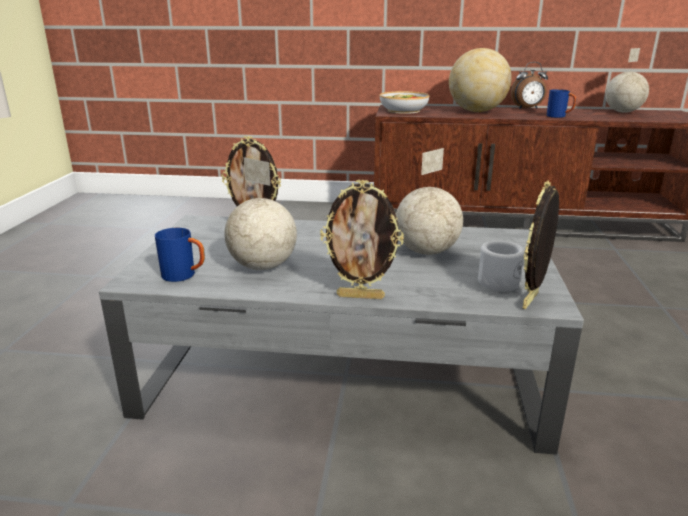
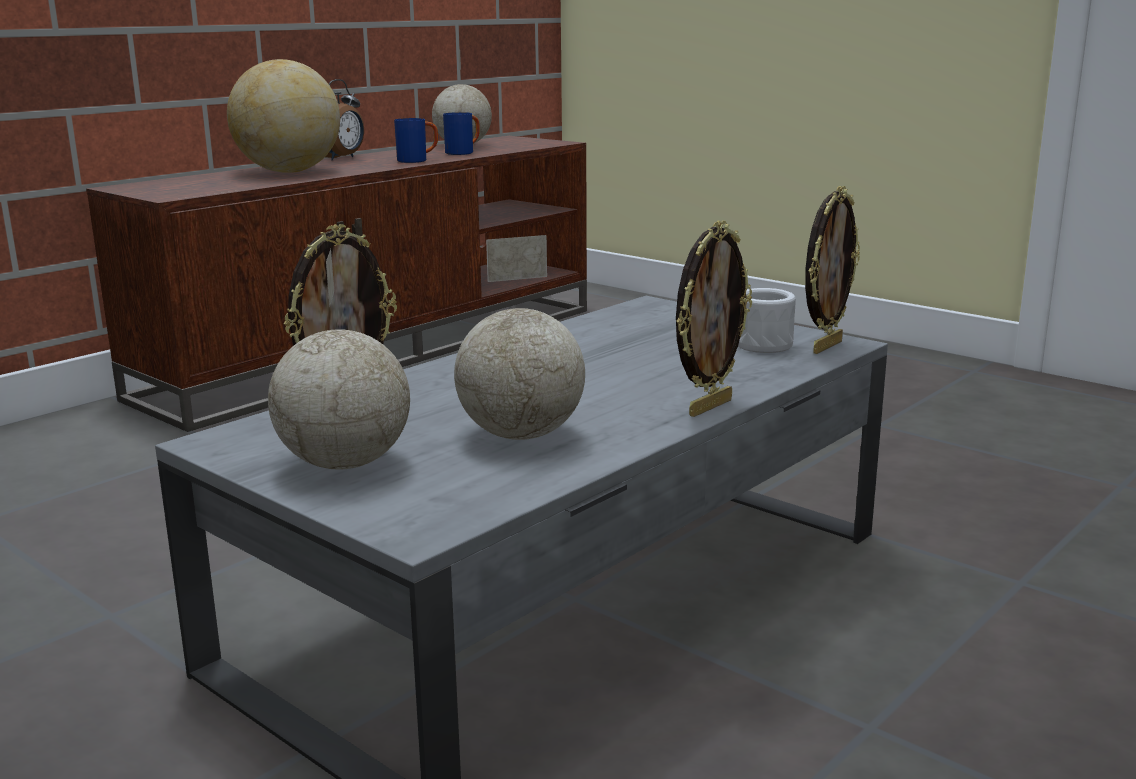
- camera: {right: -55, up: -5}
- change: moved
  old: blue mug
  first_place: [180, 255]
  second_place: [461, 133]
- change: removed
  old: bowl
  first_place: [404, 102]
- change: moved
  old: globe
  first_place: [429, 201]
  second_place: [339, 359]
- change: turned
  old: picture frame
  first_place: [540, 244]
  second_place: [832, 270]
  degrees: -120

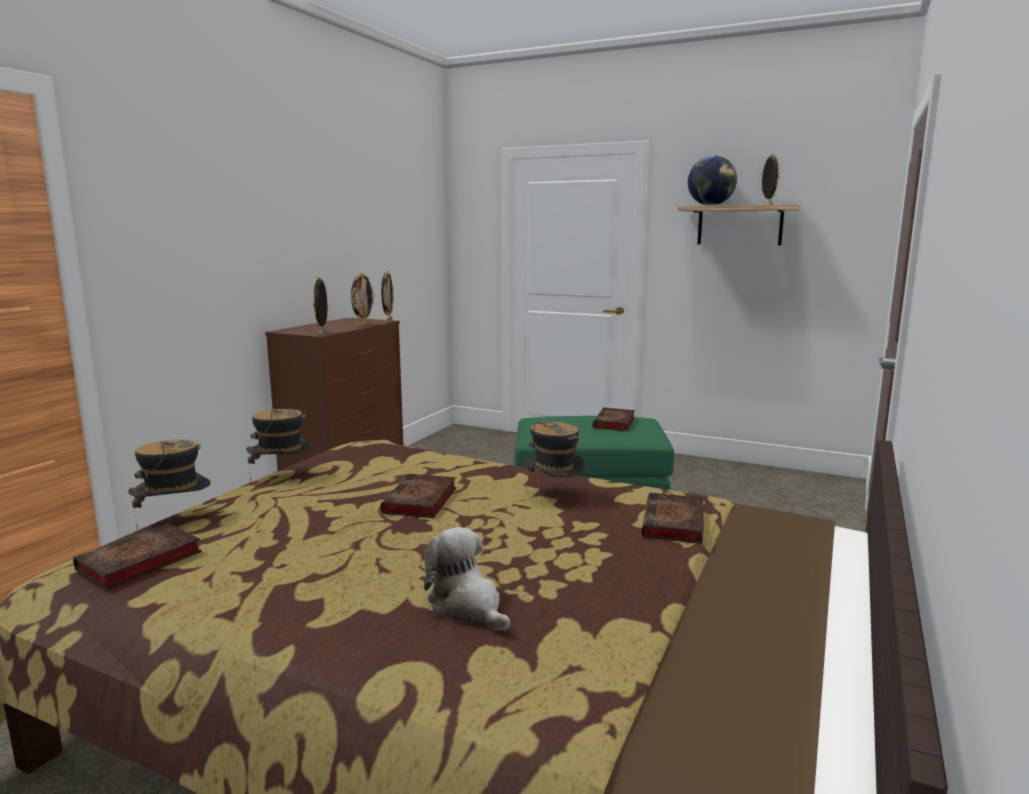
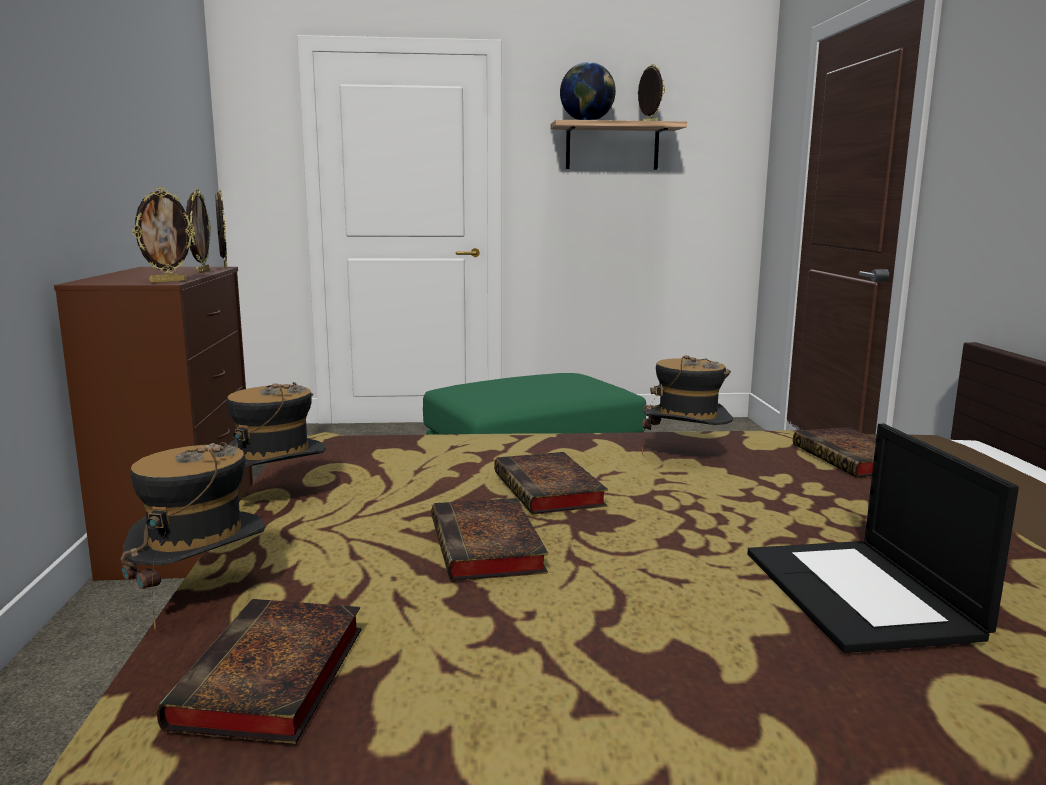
- camera: {right: -30, up: 0}
- change: turned
  old: picture frame
  first_place: [320, 305]
  second_place: [163, 235]
  degrees: -105
- change: replaced
  old: plush toy
  new: laptop
  first_place: [467, 579]
  second_place: [883, 538]
- change: moved
  old: book
  first_place: [614, 419]
  second_place: [490, 539]

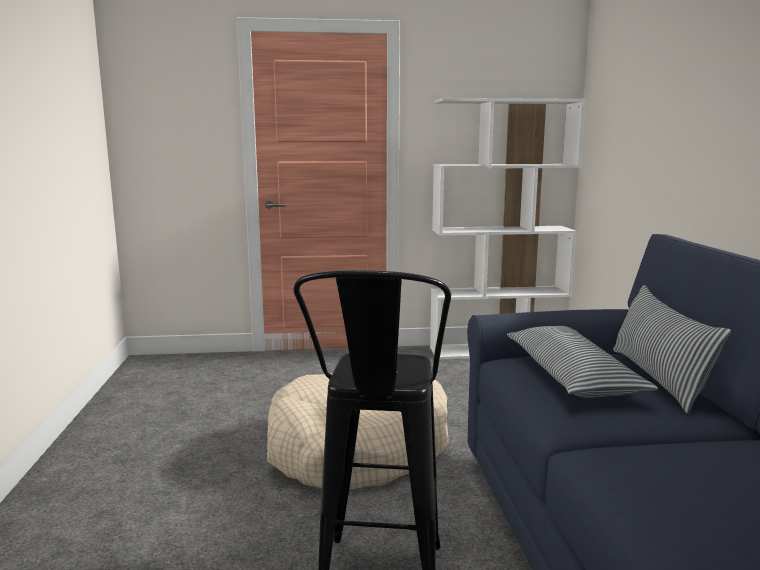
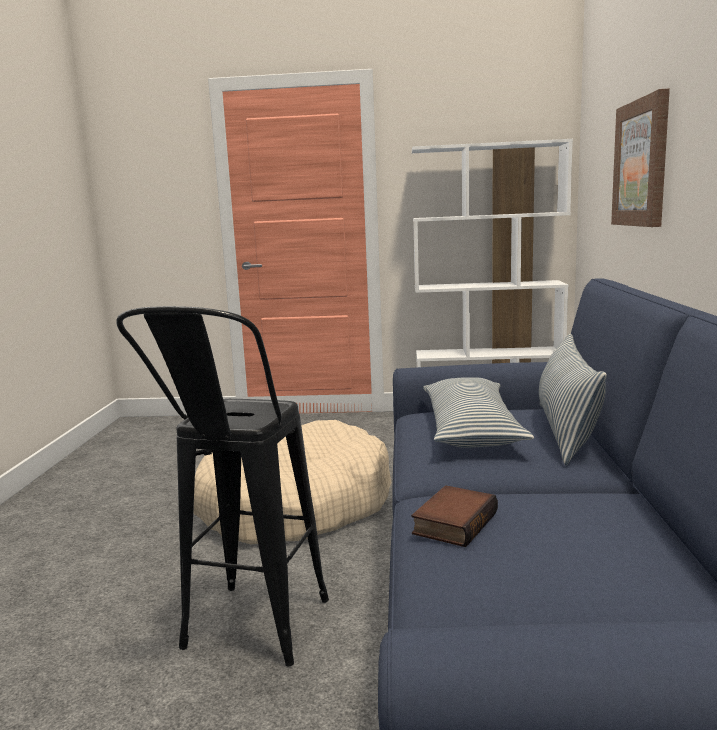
- camera: {right: 10, up: 0}
- change: added
  new: book
  second_place: [454, 516]
- change: added
  new: picture
  second_place: [640, 158]

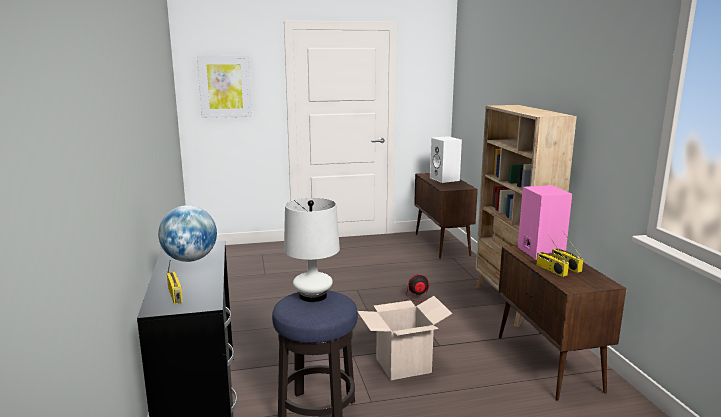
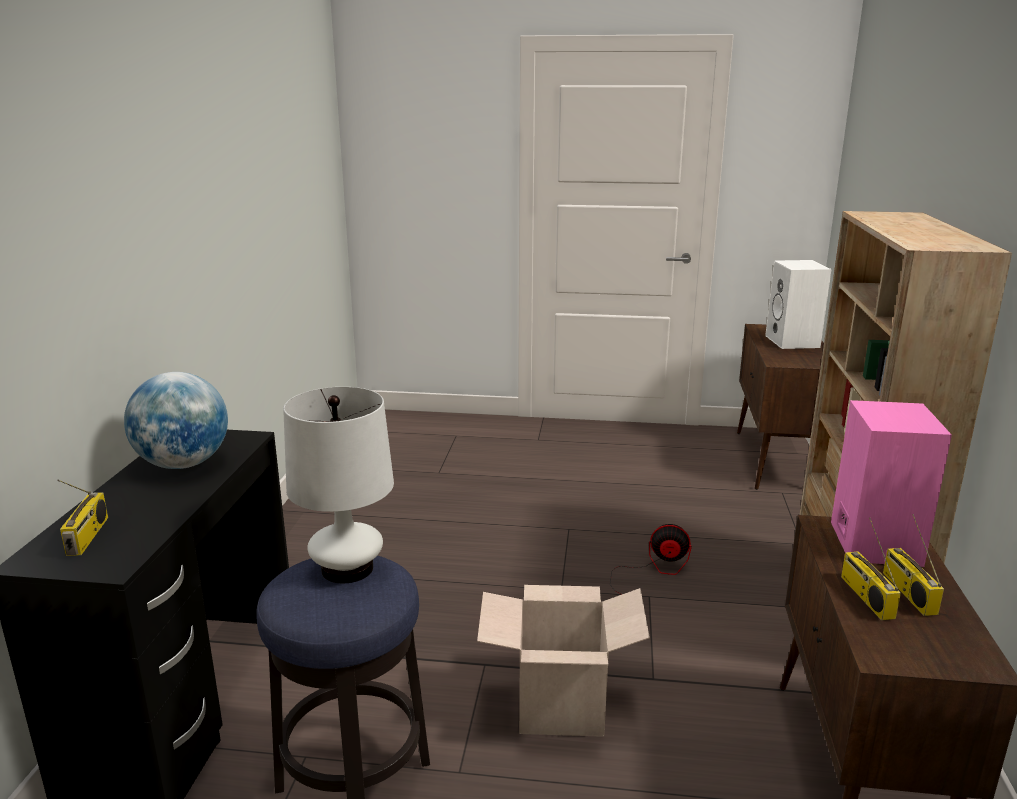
- camera: {right: 20, up: 5}
- change: removed
  old: picture
  first_place: [224, 86]

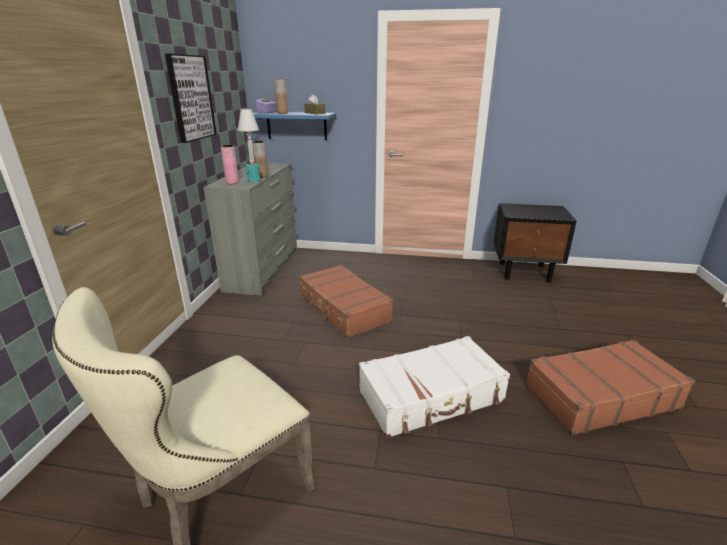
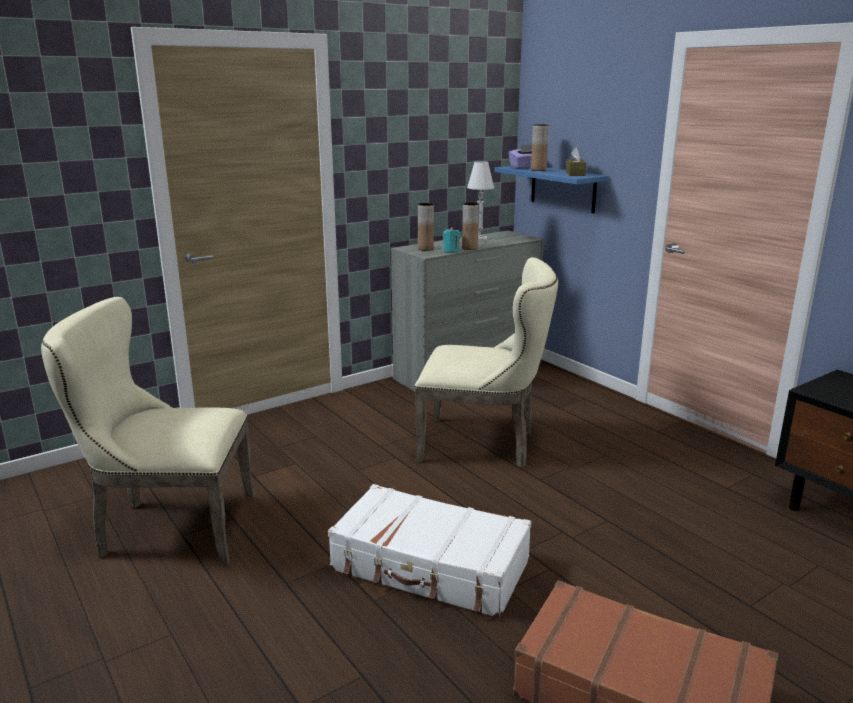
- camera: {right: 45, up: -5}
- change: removed
  old: picture
  first_place: [191, 98]
- change: recoloured
  old: pink vase
  new: brown vase
  first_place: [230, 164]
  second_place: [426, 227]
- change: replaced
  old: brown suitcase
  new: beige chair
  first_place: [346, 301]
  second_place: [486, 362]

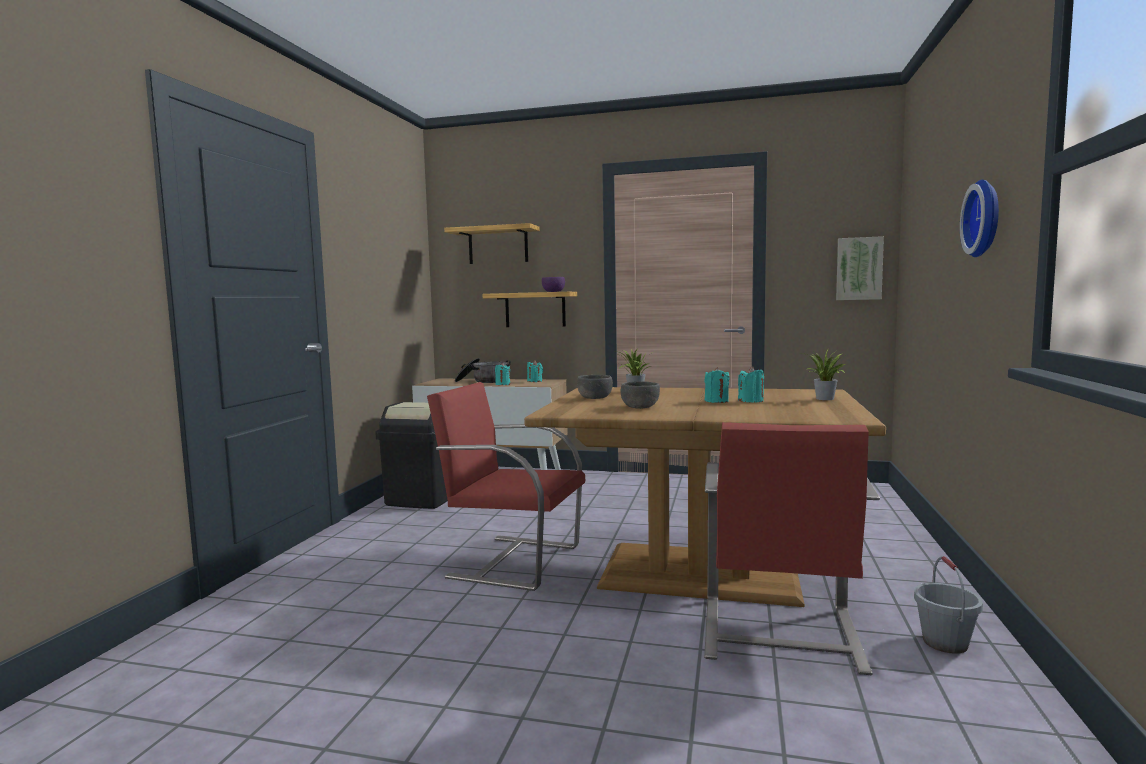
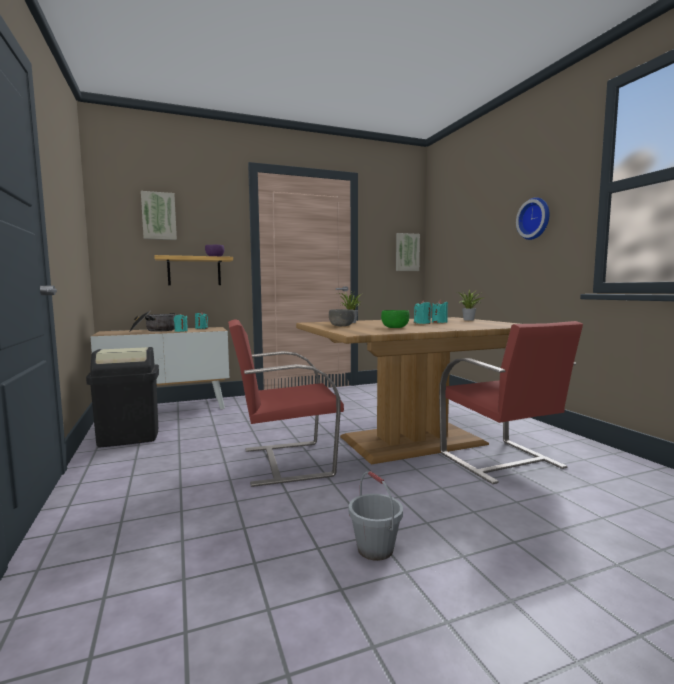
- camera: {right: -35, up: 0}
- change: replaced
  old: shelf
  new: picture
  first_place: [492, 243]
  second_place: [159, 215]
- change: recoloured
  old: grey bowl
  new: green bowl
  first_place: [640, 395]
  second_place: [395, 319]
- change: moved
  old: grey bucket
  first_place: [948, 605]
  second_place: [376, 516]

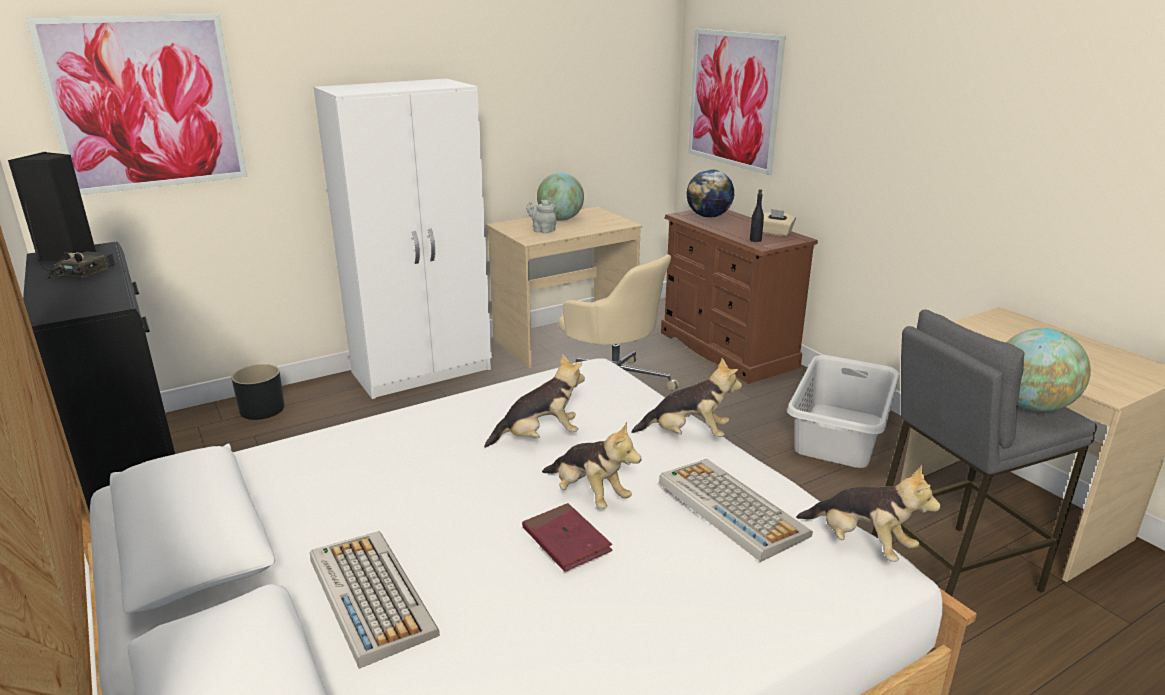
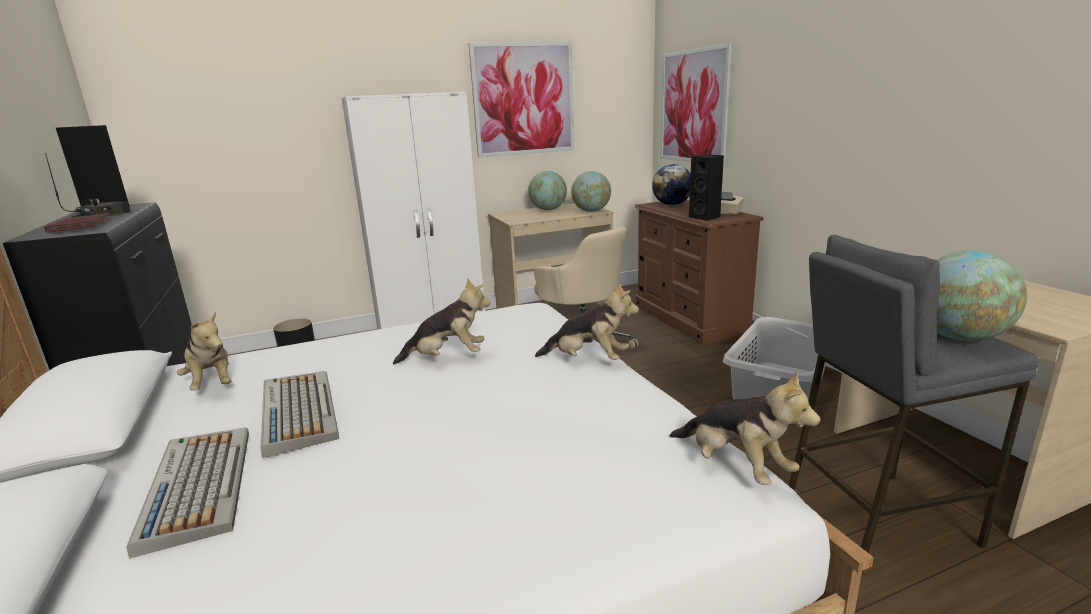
- camera: {right: 10, up: -5}
- change: moved
  old: picture
  first_place: [136, 104]
  second_place: [522, 100]
- change: moved
  old: red book
  first_place: [567, 537]
  second_place: [78, 223]
- change: removed
  old: grey teapot
  first_place: [541, 217]
- change: moved
  old: plush toy
  first_place: [592, 465]
  second_place: [204, 351]
- change: moved
  old: keyboard
  first_place: [736, 510]
  second_place: [300, 414]
- change: replaced
  old: black bottle
  new: black speaker
  first_place: [757, 215]
  second_place: [706, 188]
- change: added
  new: globe
  second_place: [591, 191]

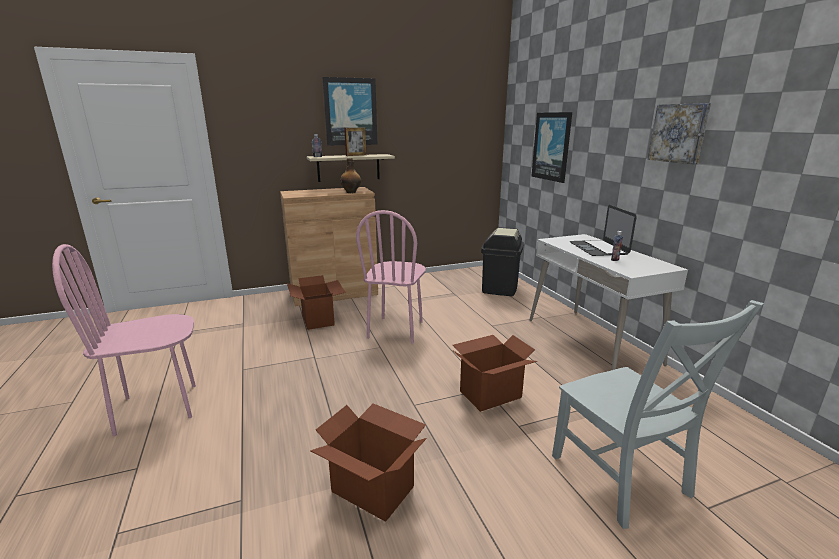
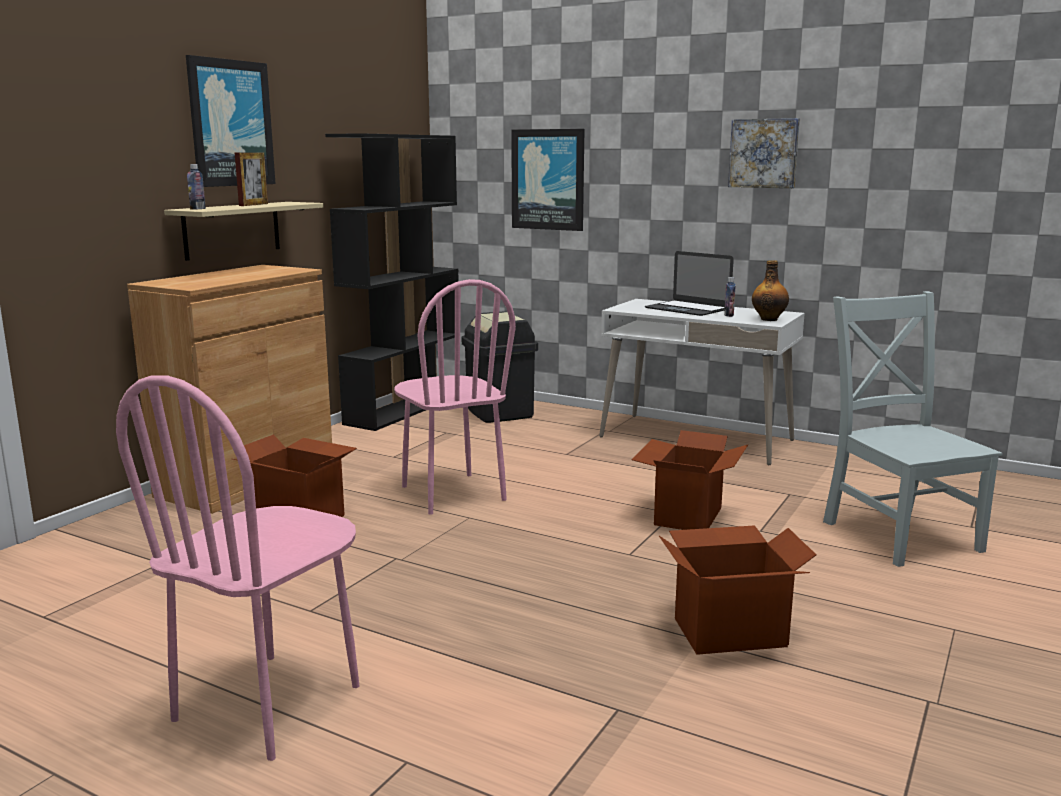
- camera: {right: -40, up: -5}
- change: moved
  old: bottle
  first_place: [350, 175]
  second_place: [770, 290]
- change: turned
  old: grey chair
  first_place: [658, 414]
  second_place: [913, 429]
  degrees: -135
- change: added
  new: black bookcase
  second_place: [391, 282]

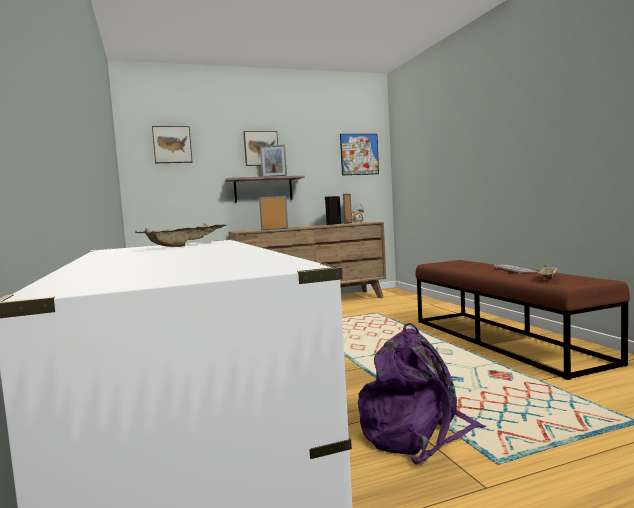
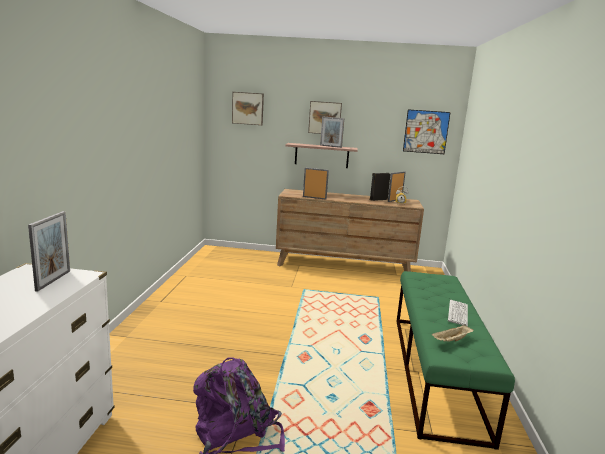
- camera: {right: 25, up: 10}
- change: replaced
  old: beige tray
  new: picture frame
  first_place: [181, 235]
  second_place: [49, 251]
- change: recoloured
  old: brown bench
  new: green bench
  first_place: [523, 320]
  second_place: [455, 360]

